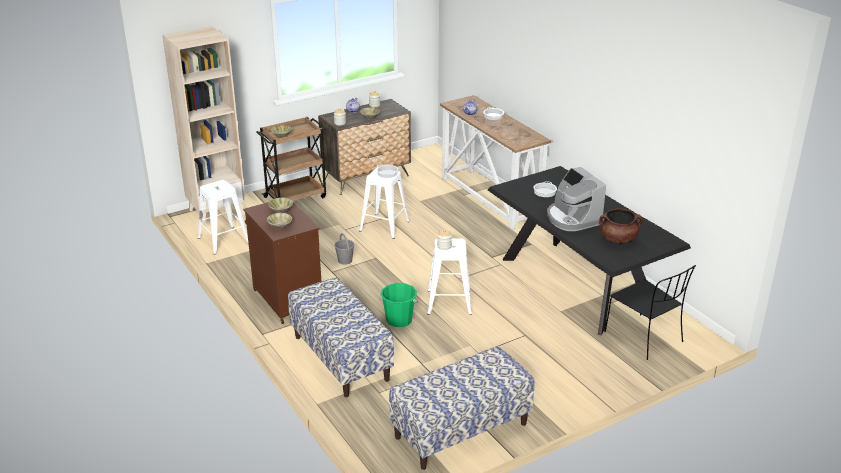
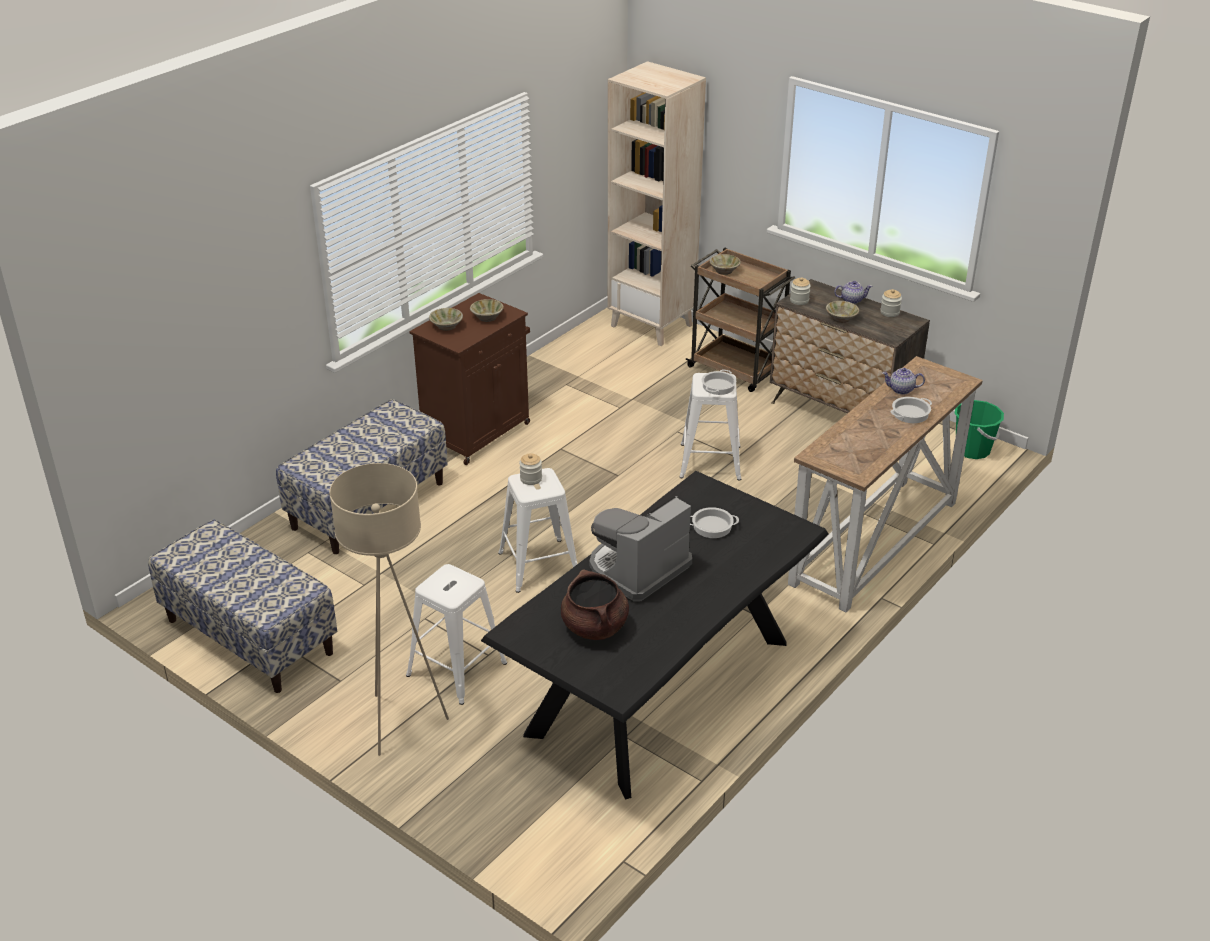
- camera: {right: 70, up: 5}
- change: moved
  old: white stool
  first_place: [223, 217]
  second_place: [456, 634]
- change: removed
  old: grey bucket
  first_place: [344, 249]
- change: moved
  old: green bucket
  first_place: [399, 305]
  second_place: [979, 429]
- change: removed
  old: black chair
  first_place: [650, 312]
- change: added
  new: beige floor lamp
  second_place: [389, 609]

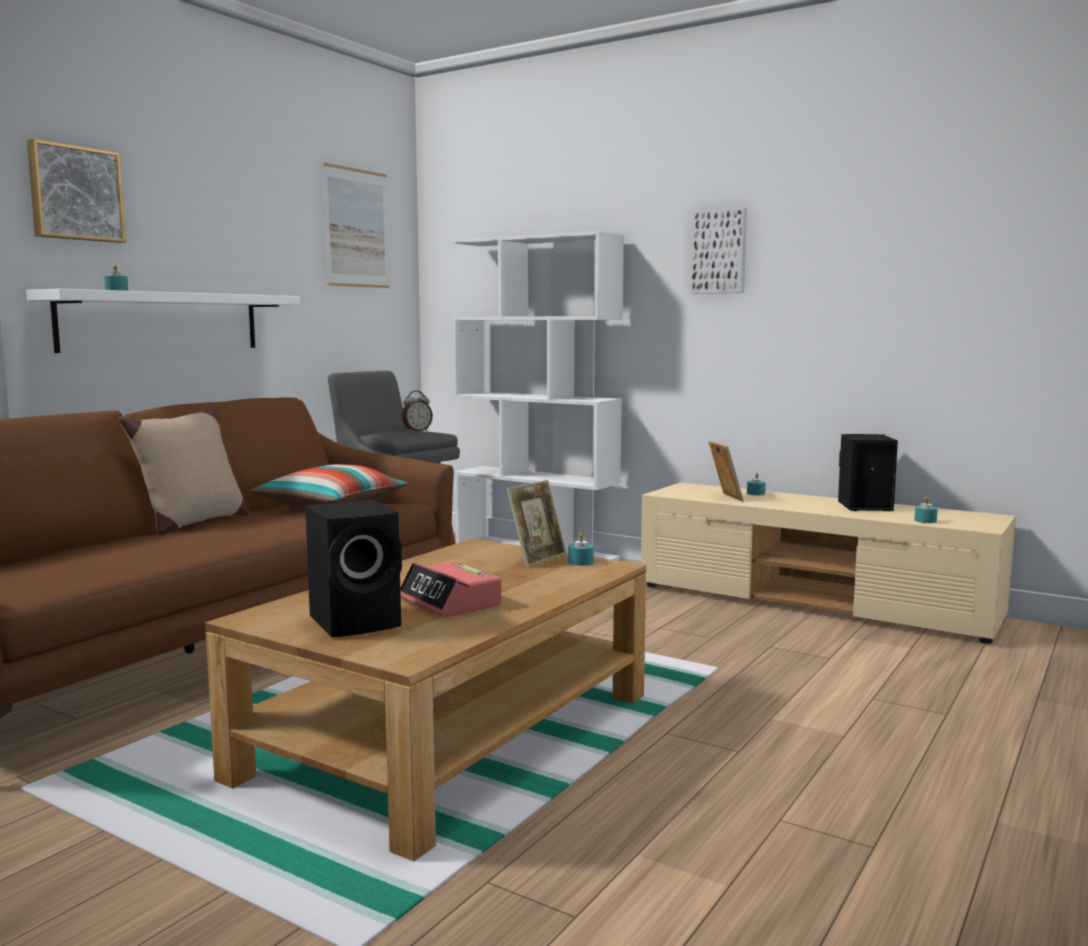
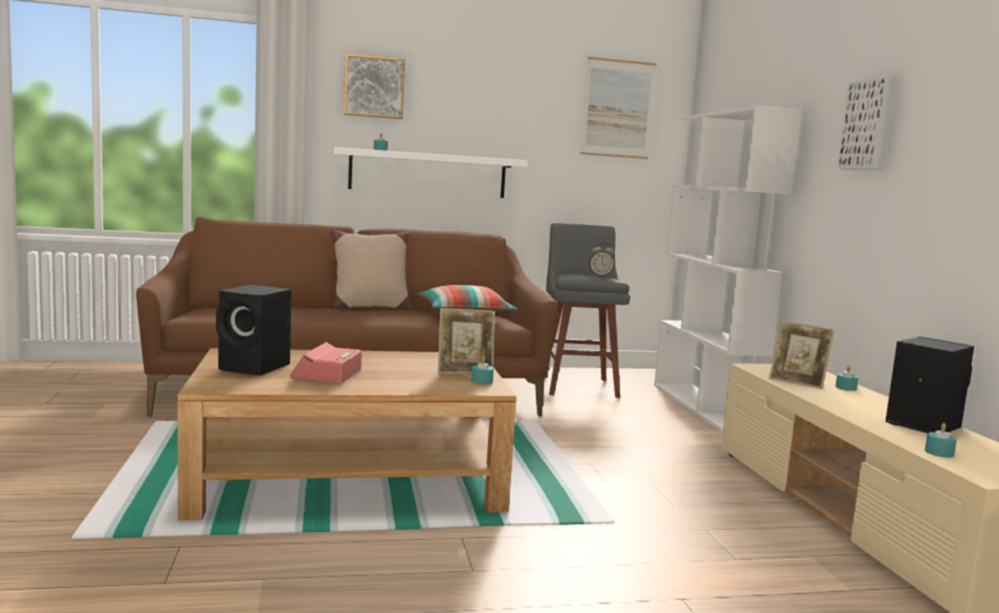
- camera: {right: 45, up: 0}
- change: turned
  old: picture frame
  first_place: [726, 471]
  second_place: [802, 355]
  degrees: 90

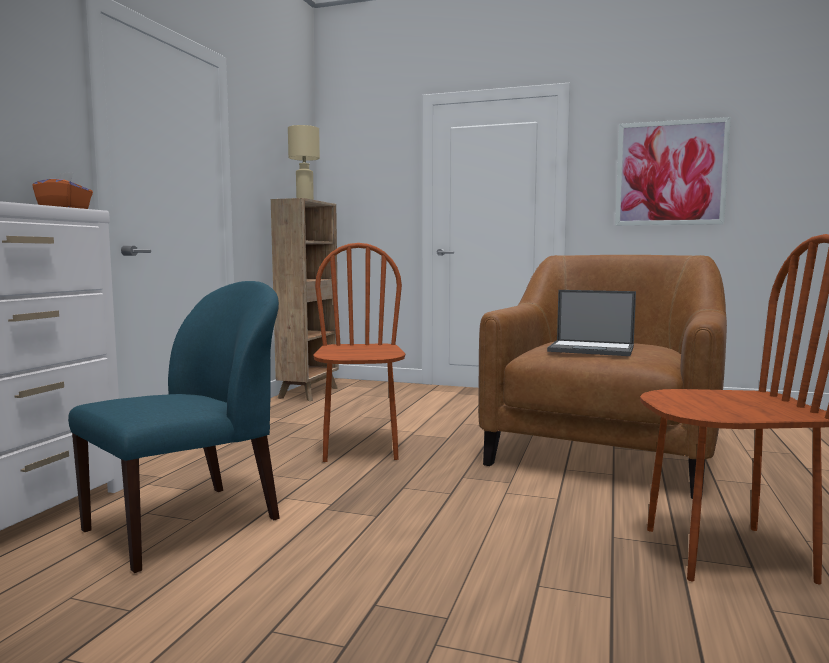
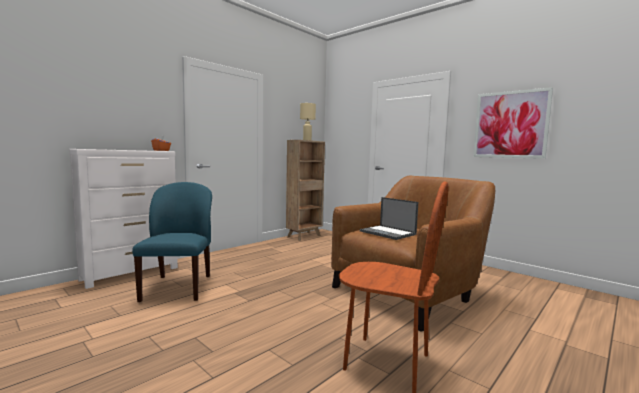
- camera: {right: 25, up: 0}
- change: turned
  old: blue chair
  first_place: [174, 427]
  second_place: [172, 242]
  degrees: -75
- change: removed
  old: brown chair
  first_place: [359, 352]

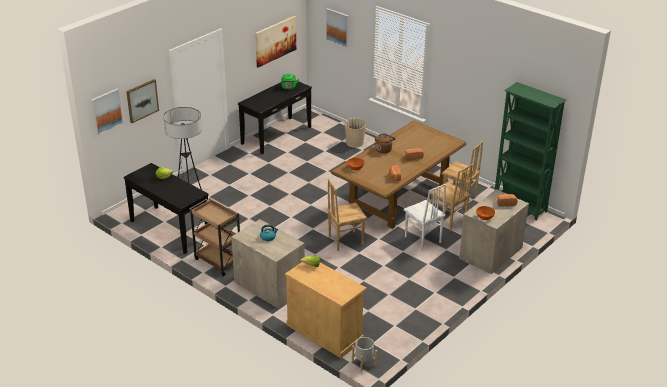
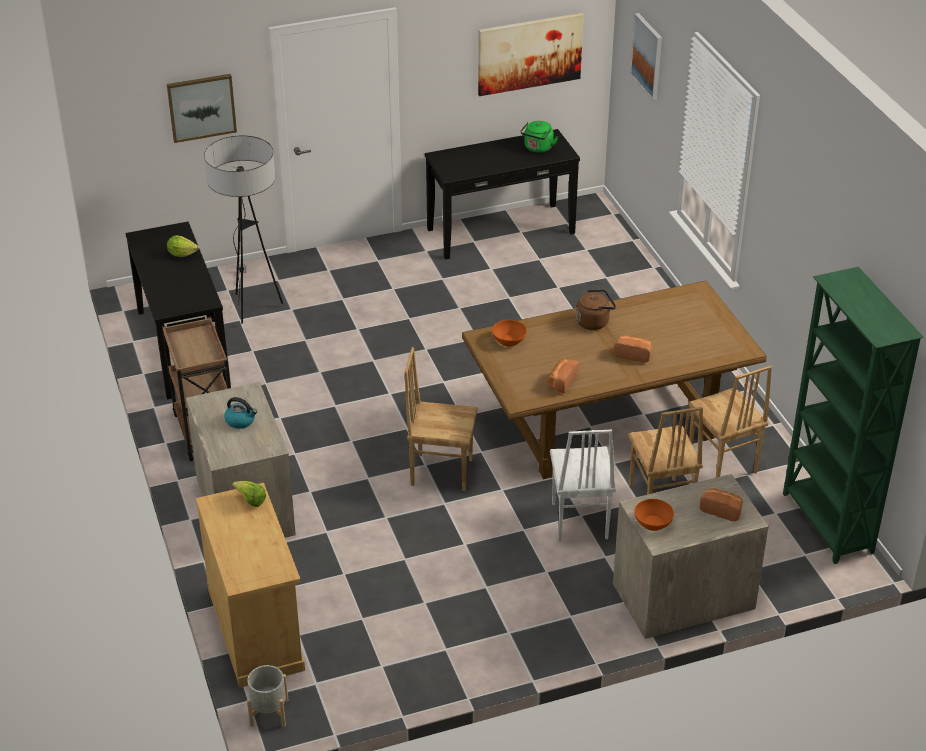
- camera: {right: 30, up: 5}
- change: removed
  old: picture
  first_place: [107, 111]
- change: removed
  old: beige bucket
  first_place: [355, 132]

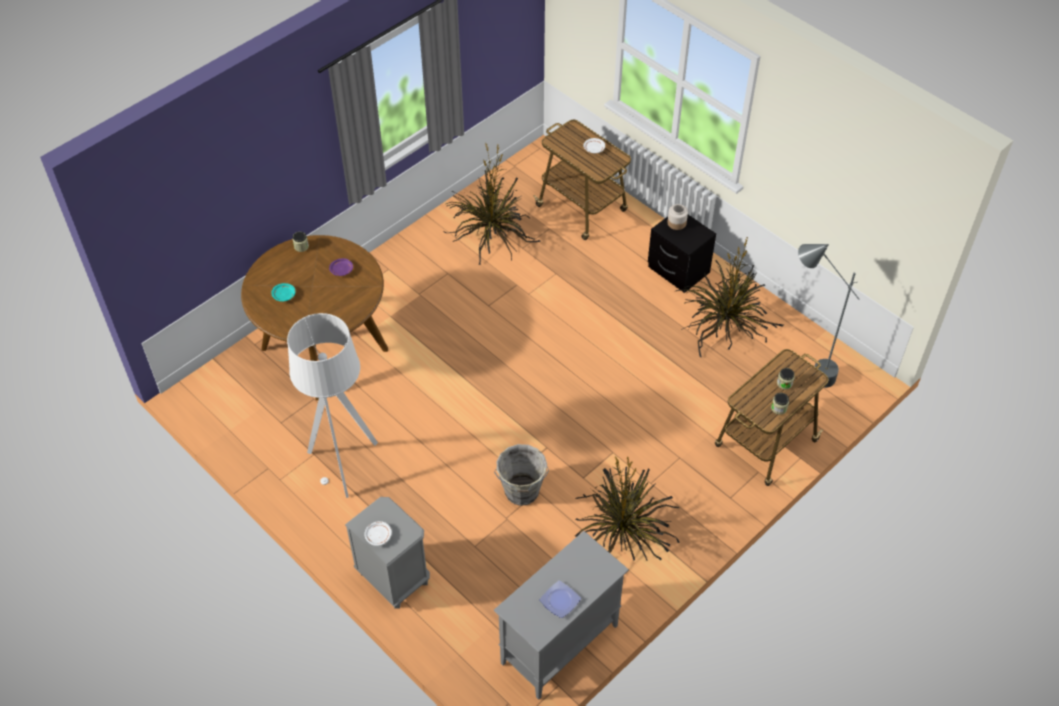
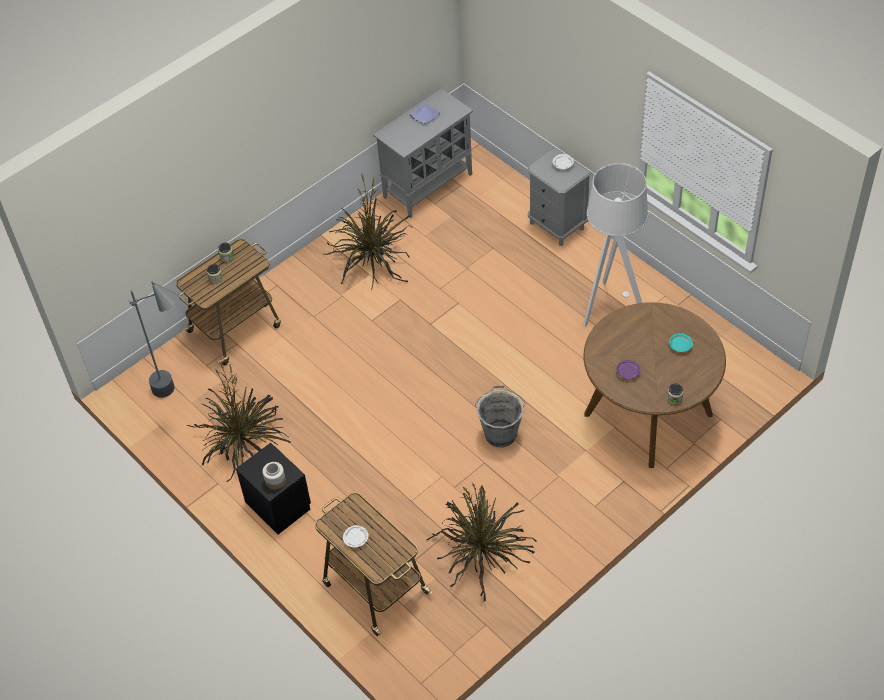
- camera: {right: -175, up: 0}
- change: moved
  old: grey bucket
  first_place: [521, 475]
  second_place: [500, 416]

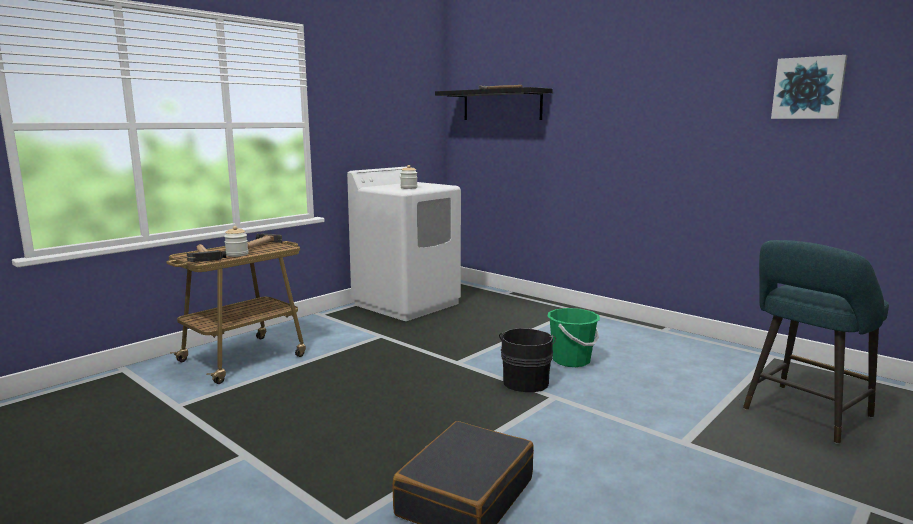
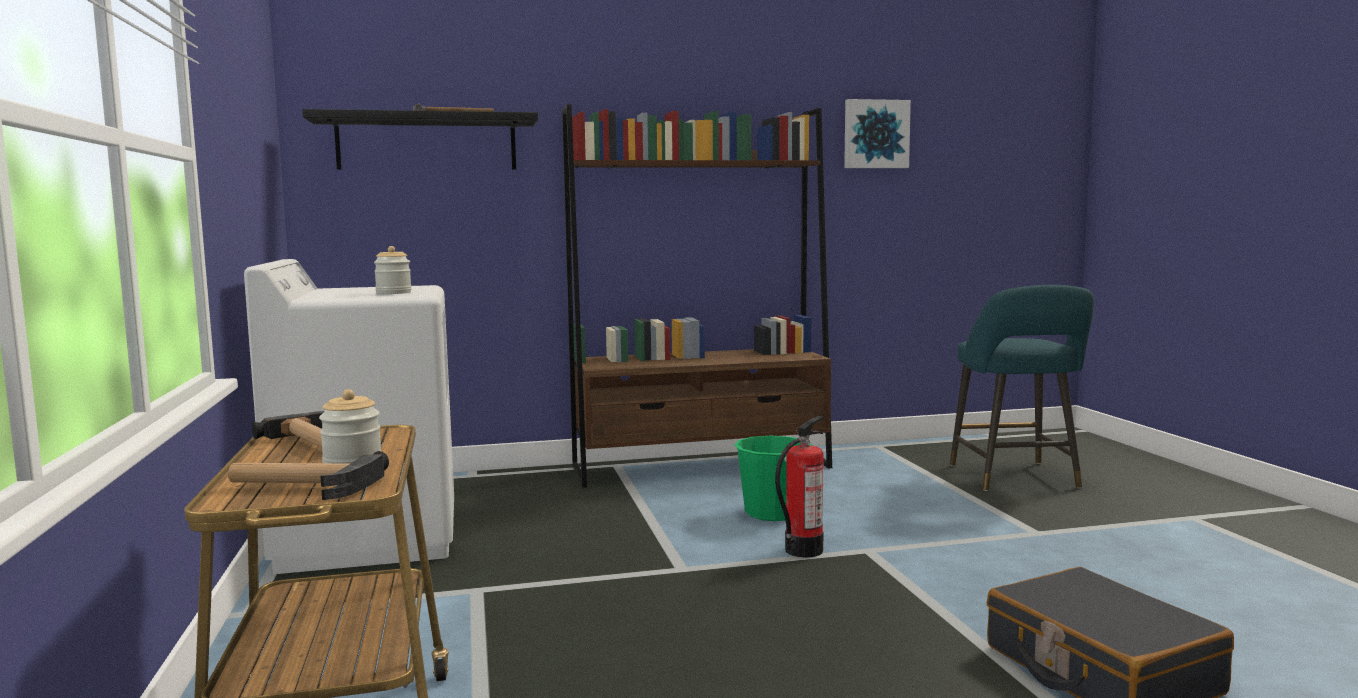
- camera: {right: -55, up: -5}
- change: replaced
  old: black bucket
  new: fire extinguisher
  first_place: [527, 360]
  second_place: [800, 486]
- change: added
  new: brown bookcase
  second_place: [697, 296]

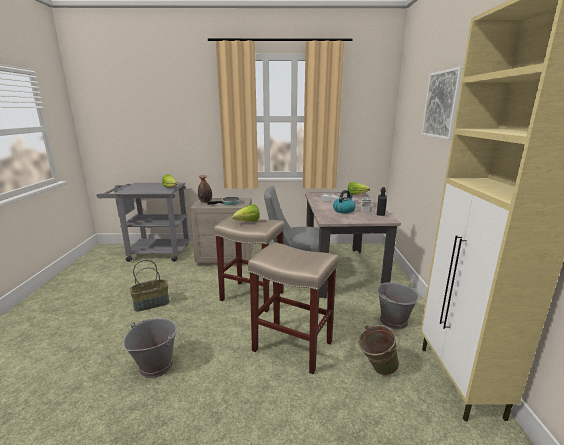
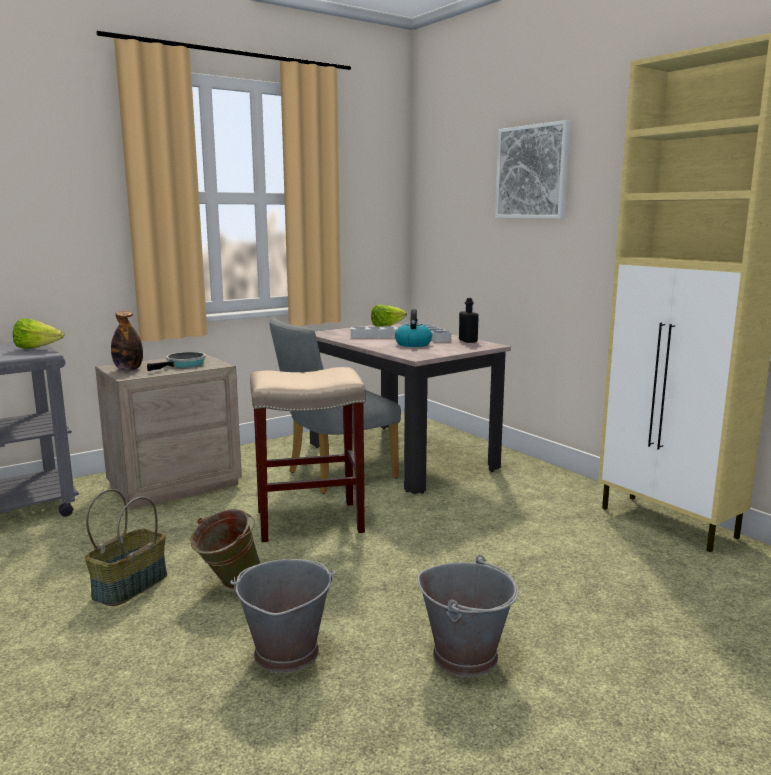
- camera: {right: -35, up: -5}
- change: removed
  old: lettuce
  first_place: [246, 212]
- change: removed
  old: beige stool
  first_place: [293, 308]
- change: moved
  old: green bucket
  first_place: [378, 350]
  second_place: [225, 549]
- change: moved
  old: grey bucket
  first_place: [398, 306]
  second_place: [468, 616]

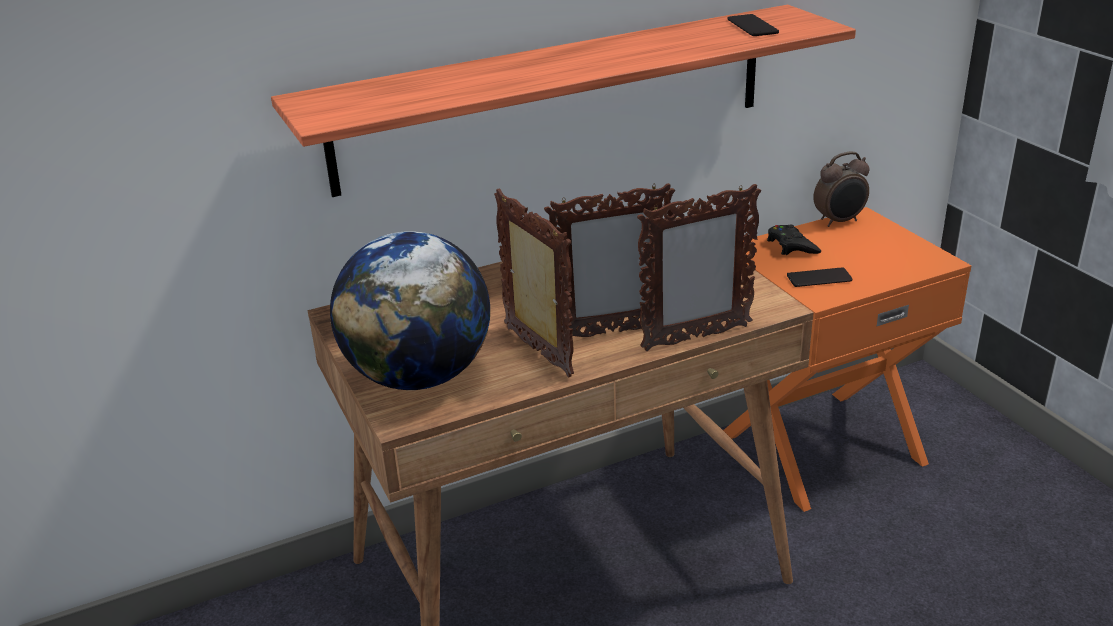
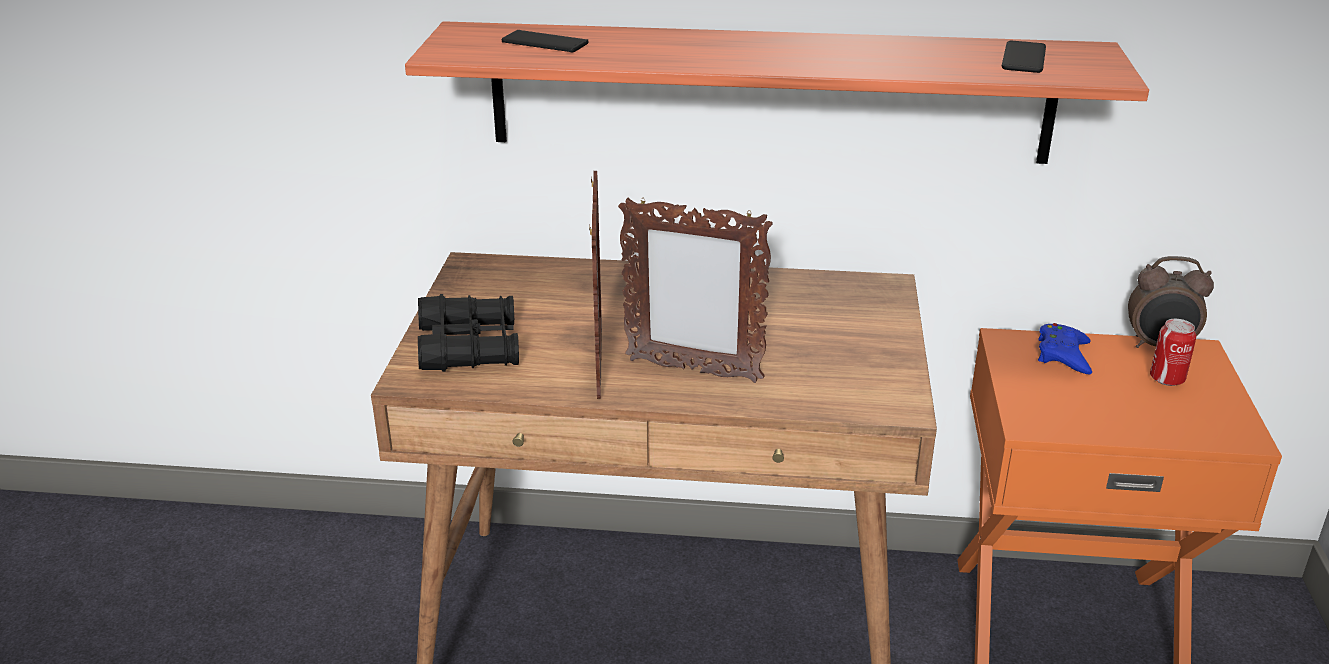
- camera: {right: 30, up: 0}
- change: replaced
  old: globe
  new: black binoculars
  first_place: [410, 310]
  second_place: [468, 333]
- change: removed
  old: picture frame
  first_place: [699, 267]
- change: recoloured
  old: black game controller
  new: blue game controller
  first_place: [794, 239]
  second_place: [1065, 348]
- change: moved
  old: phone
  first_place: [819, 277]
  second_place: [545, 41]
- change: added
  new: can
  second_place: [1173, 352]

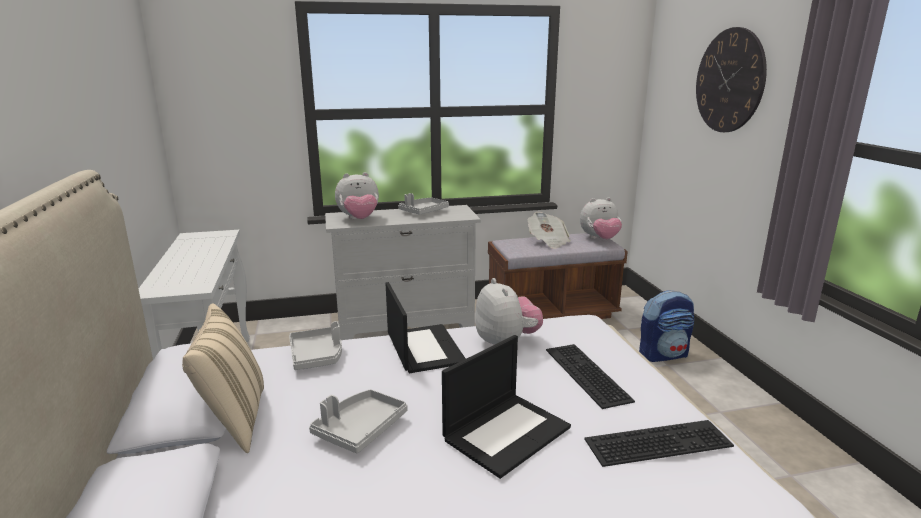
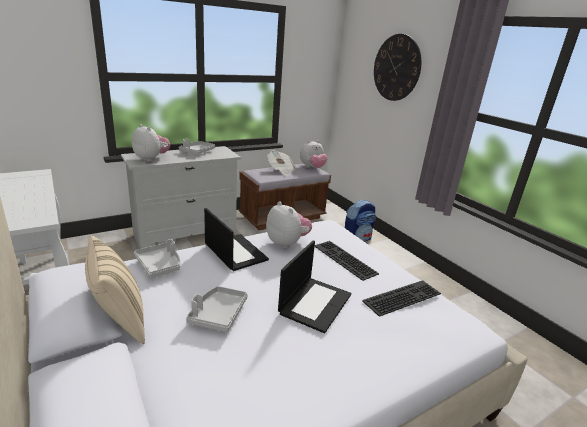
- camera: {right: -20, up: 5}
- change: turned
  old: plush toy
  first_place: [357, 195]
  second_place: [151, 143]
  degrees: -105

